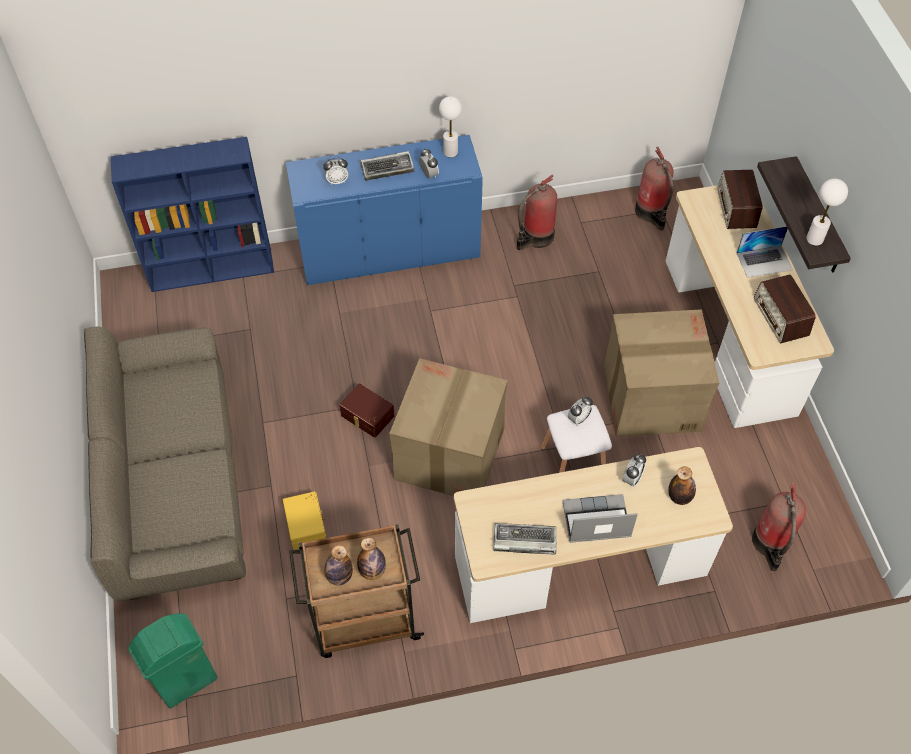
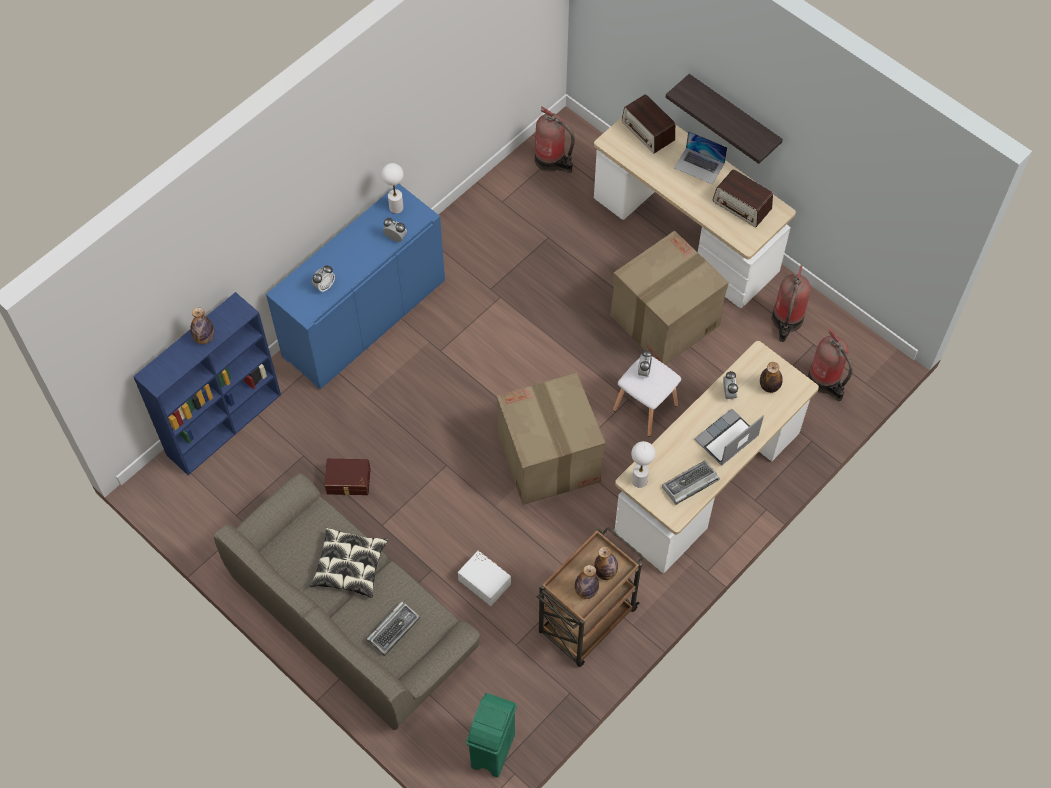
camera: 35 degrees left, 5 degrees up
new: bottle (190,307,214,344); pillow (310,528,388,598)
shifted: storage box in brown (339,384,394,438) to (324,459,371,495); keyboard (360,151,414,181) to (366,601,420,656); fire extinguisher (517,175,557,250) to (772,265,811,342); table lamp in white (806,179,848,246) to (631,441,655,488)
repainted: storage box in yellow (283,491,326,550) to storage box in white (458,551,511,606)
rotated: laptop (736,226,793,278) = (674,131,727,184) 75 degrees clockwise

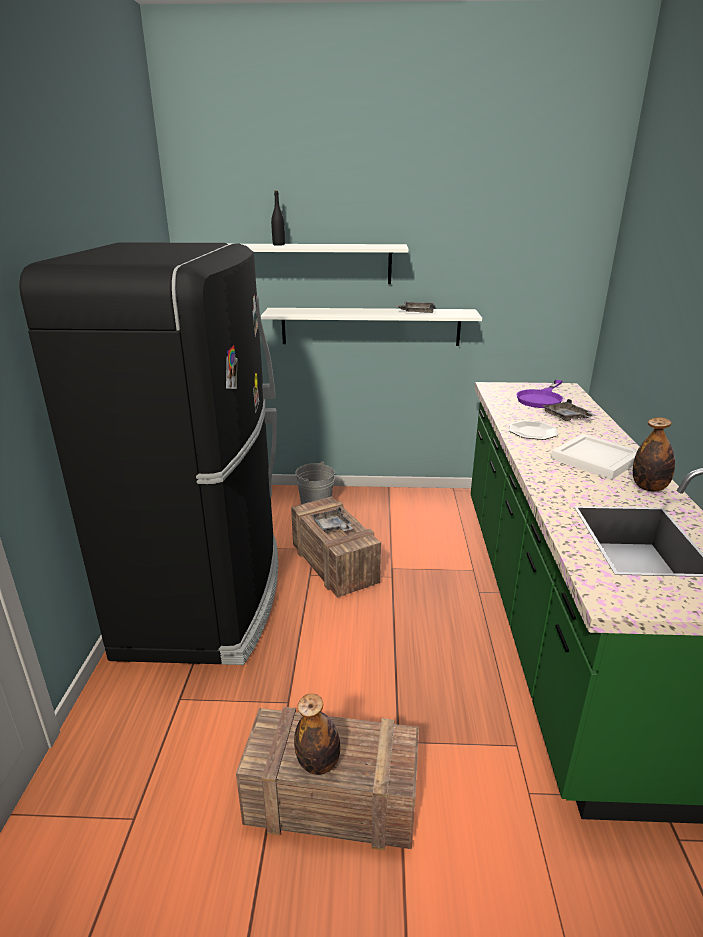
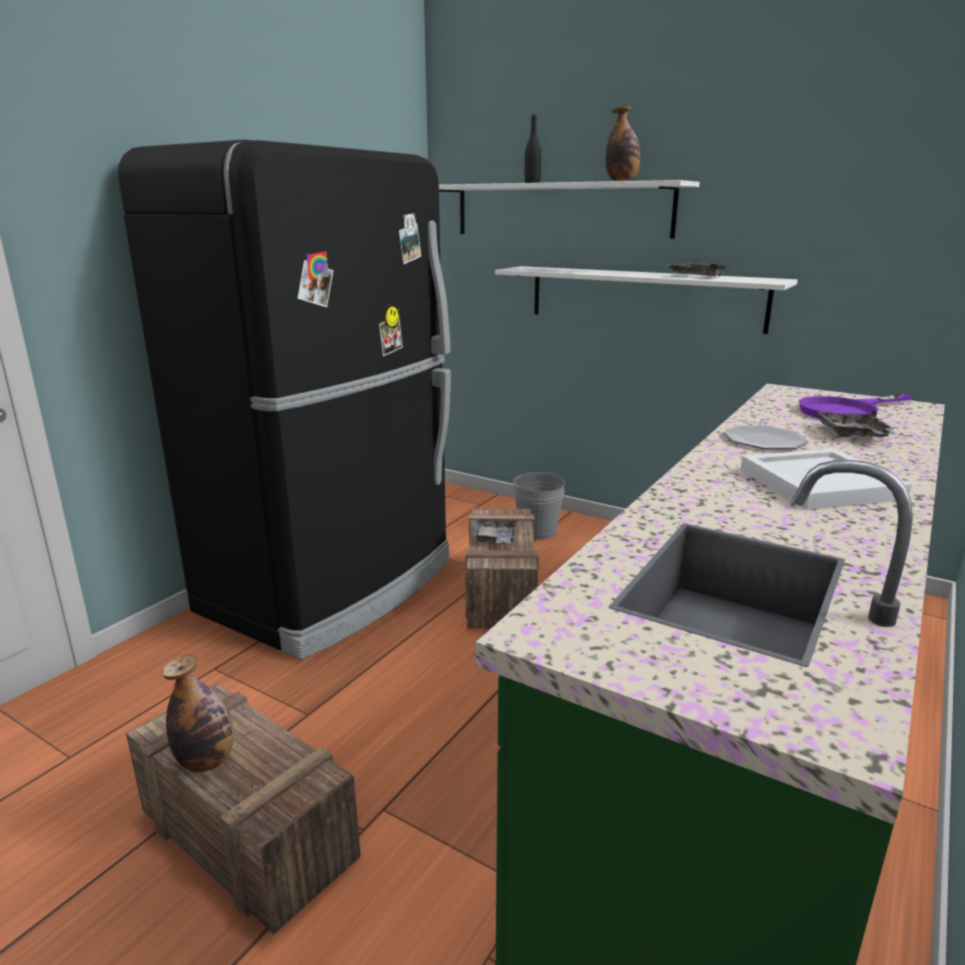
camera: 30 degrees right, 5 degrees down
shifted: bottle (633,417,675,492) to (606,107,640,181)

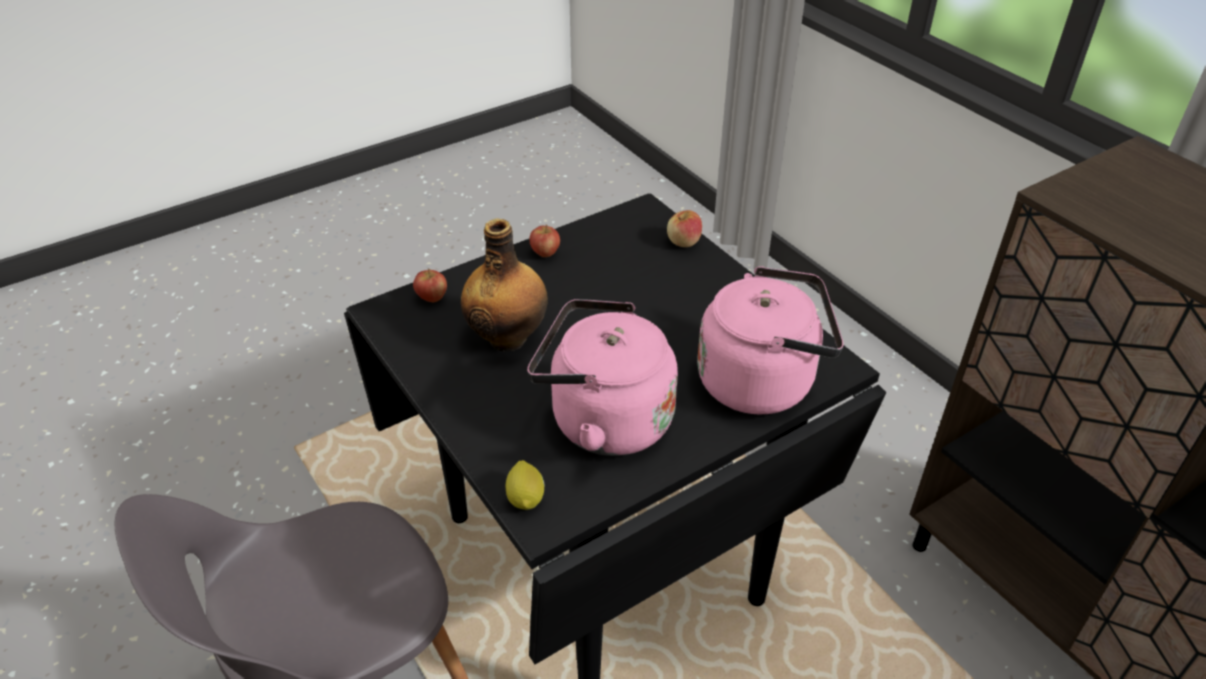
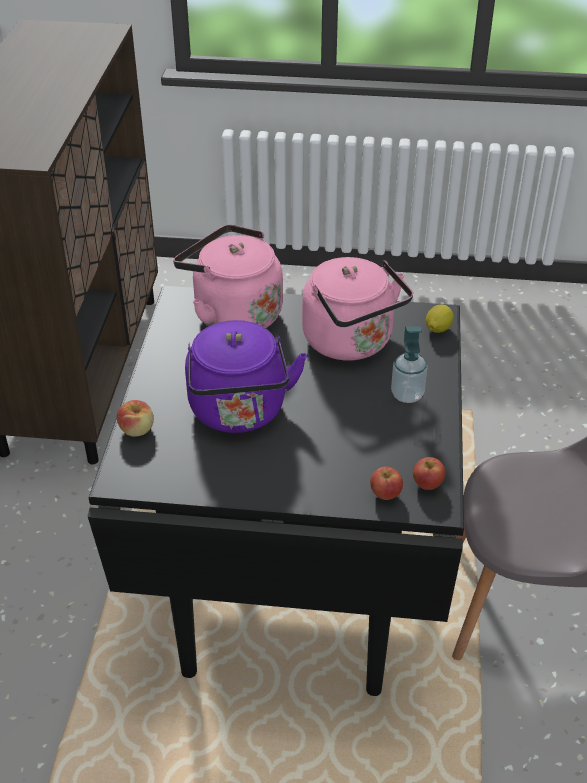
camera: 140 degrees left, 0 degrees up
gone: bottle (461,218,548,352)
new: kettle in purple (185,320,307,433); soap dispenser (391,326,428,403)
shifted: apple (529,225,560,257) to (413,457,445,490)

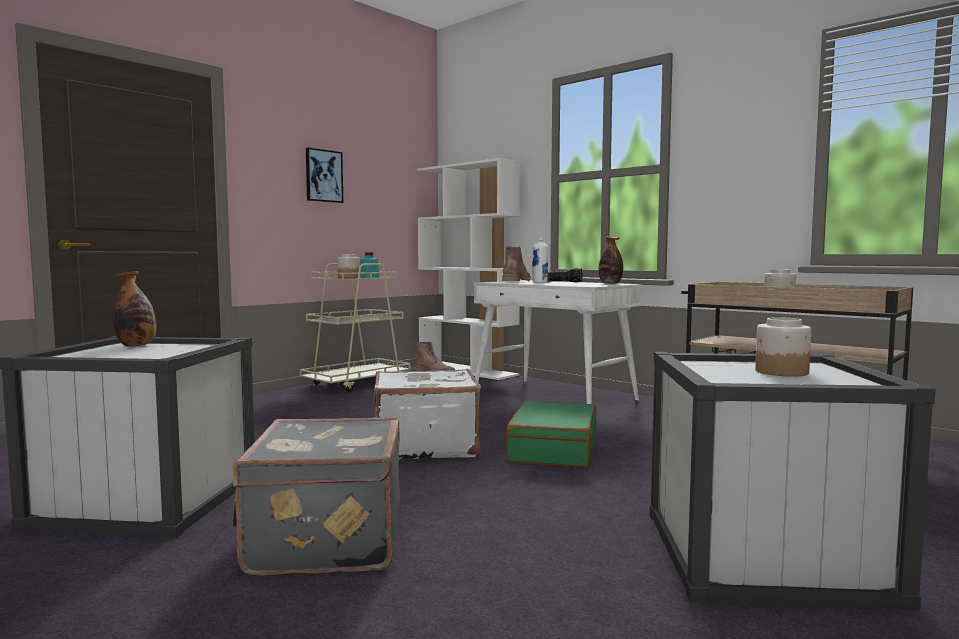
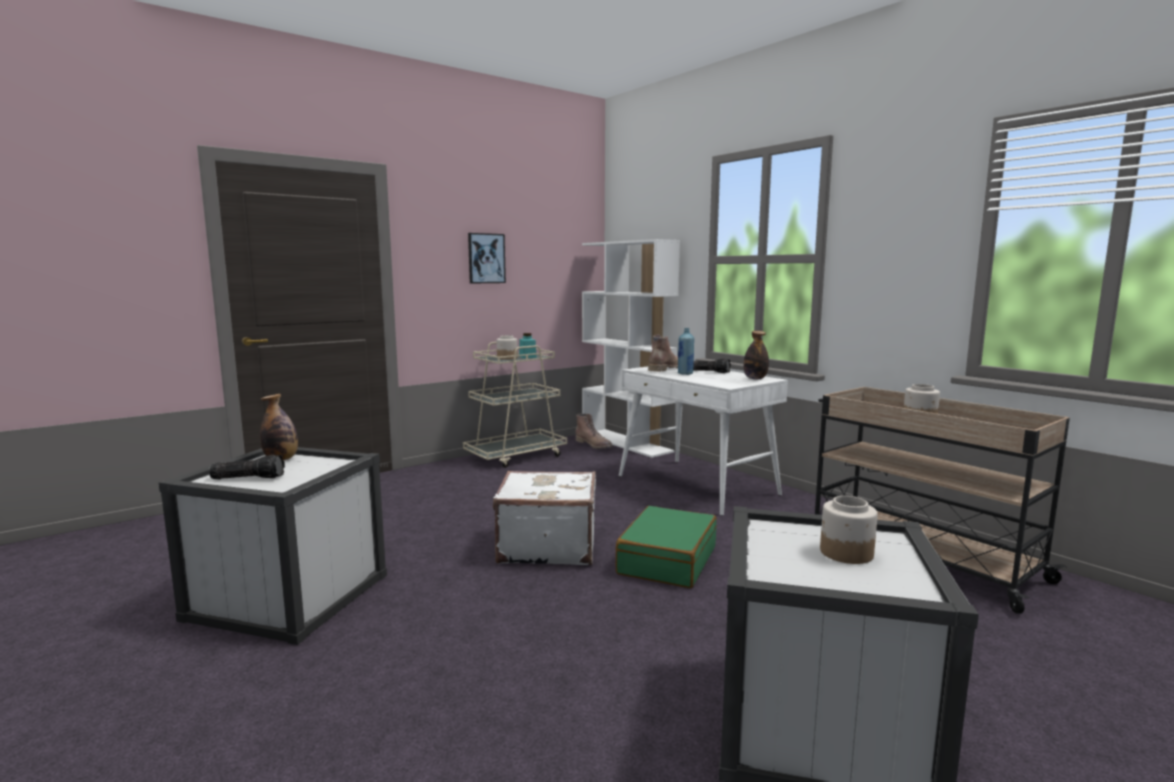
camera: 10 degrees right, 5 degrees up
gone: suitcase in grey (232,417,400,575)
new: flashlight (209,455,285,479)
repainted: bottle in white (532,237,548,283) to bottle in blue (678,328,694,375)

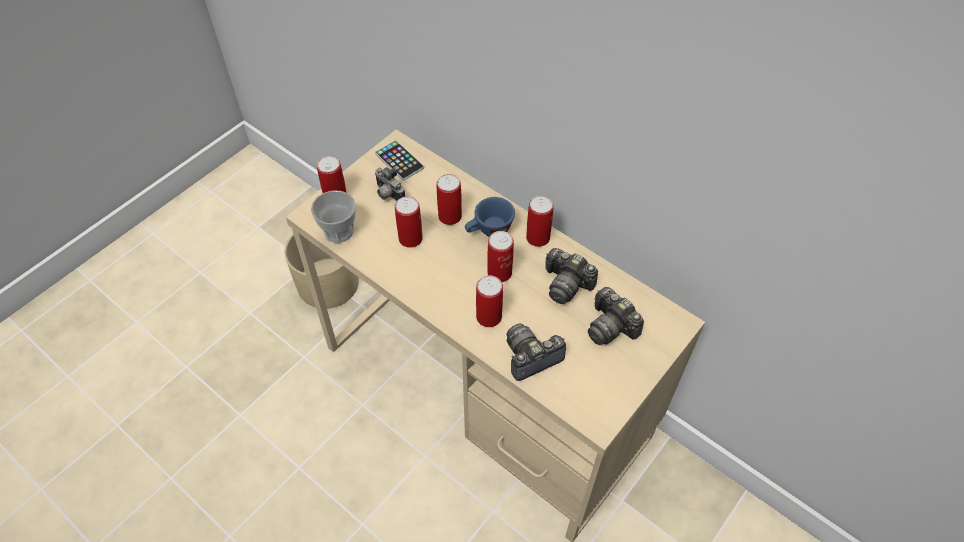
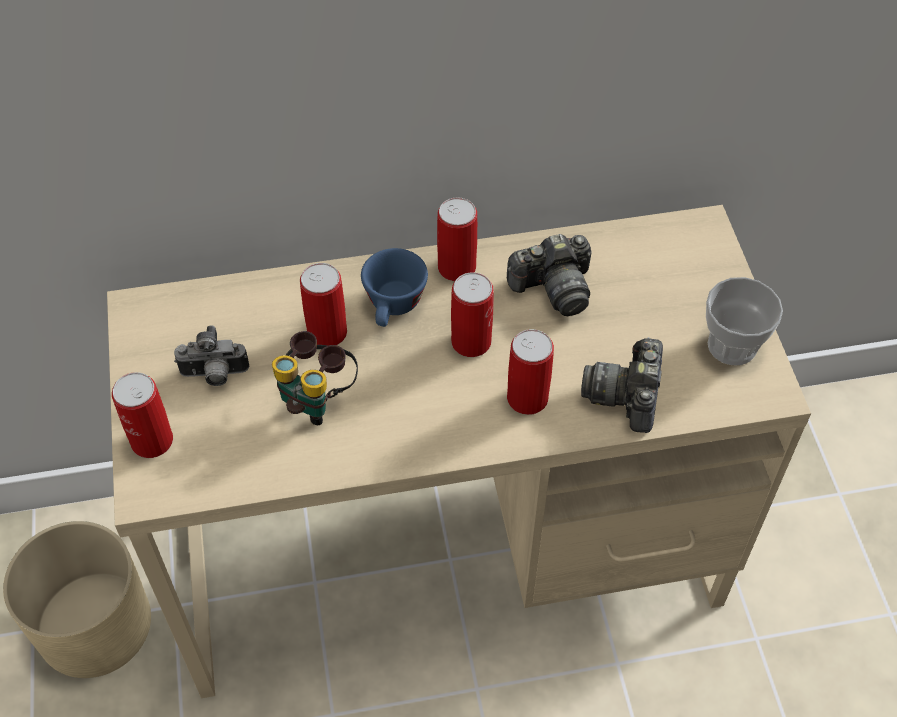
camera: 50 degrees left, 0 degrees up
gone: phone (375,140,424,181); photo camera (588,287,644,345)
shifted: cup (311,190,356,243) to (706,277,783,365)
swapped: can (395,196,423,248) to binoculars (272,331,358,425)

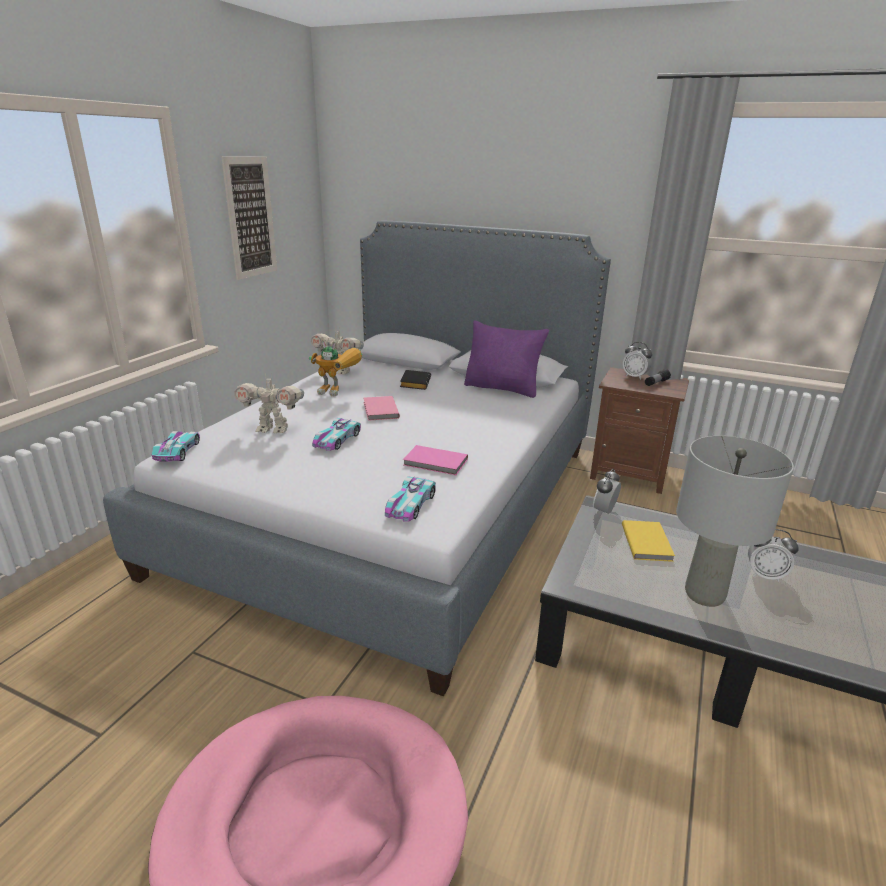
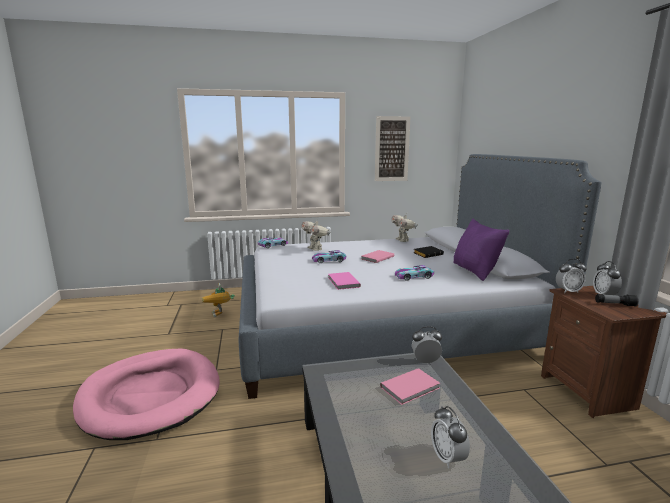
camera: 55 degrees right, 10 degrees down
gone: table lamp in grey (676,436,794,607)
new: alarm clock (556,259,586,293)
shifted: toy robot (309,340,362,396) to (202,283,235,318); toy car (385,476,436,522) to (395,265,434,281)
repainted: book in yellow (622,520,675,562) to book in pink (380,368,440,405)

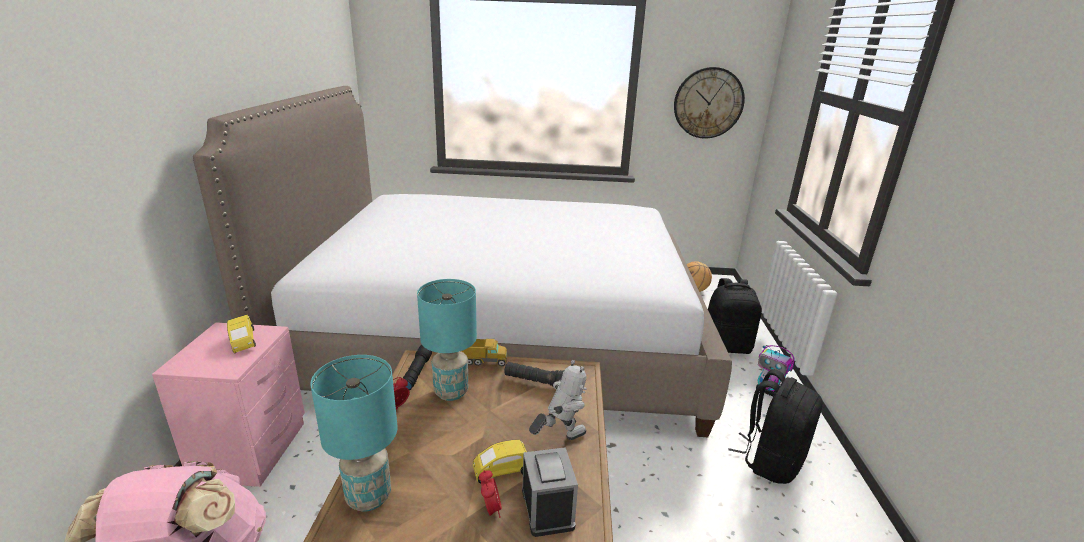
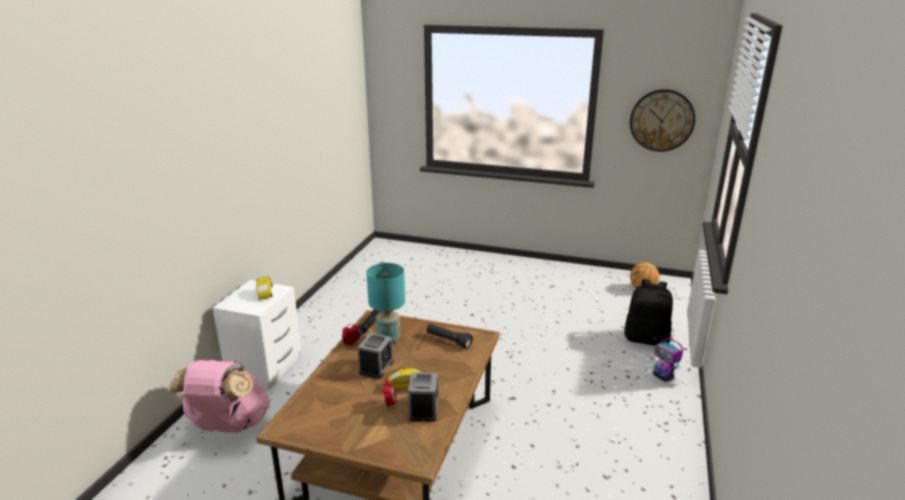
camera: 15 degrees right, 0 degrees up
gone: bed (193,86,732,437); table lamp in turquoise (310,355,398,512); toy truck (461,339,508,366); toy robot (529,360,587,440); backpack in black (729,369,823,484)
new: alarm clock (358,333,394,379)
repainted: nightstand in pink (152,322,305,487) to nightstand in white (213,280,301,390)

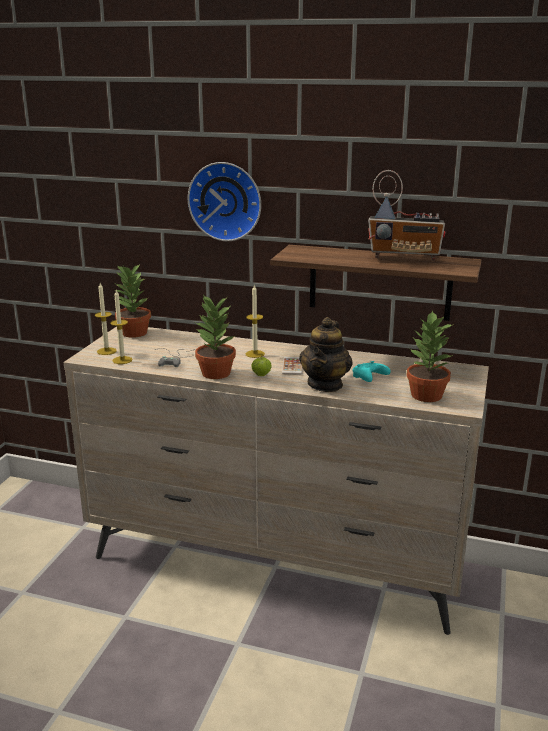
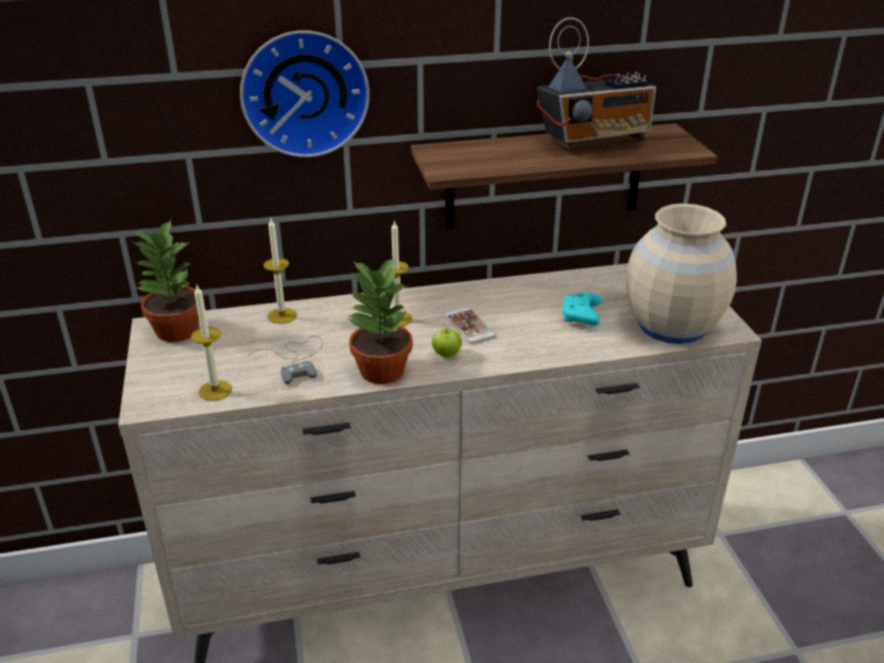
camera: 30 degrees left, 10 degrees up
gone: teapot (299,317,352,392)
shifted: candle (95,283,117,355) to (263,219,297,324)
swapped: potted plant (406,311,454,402) to vase in beige (626,203,737,344)

